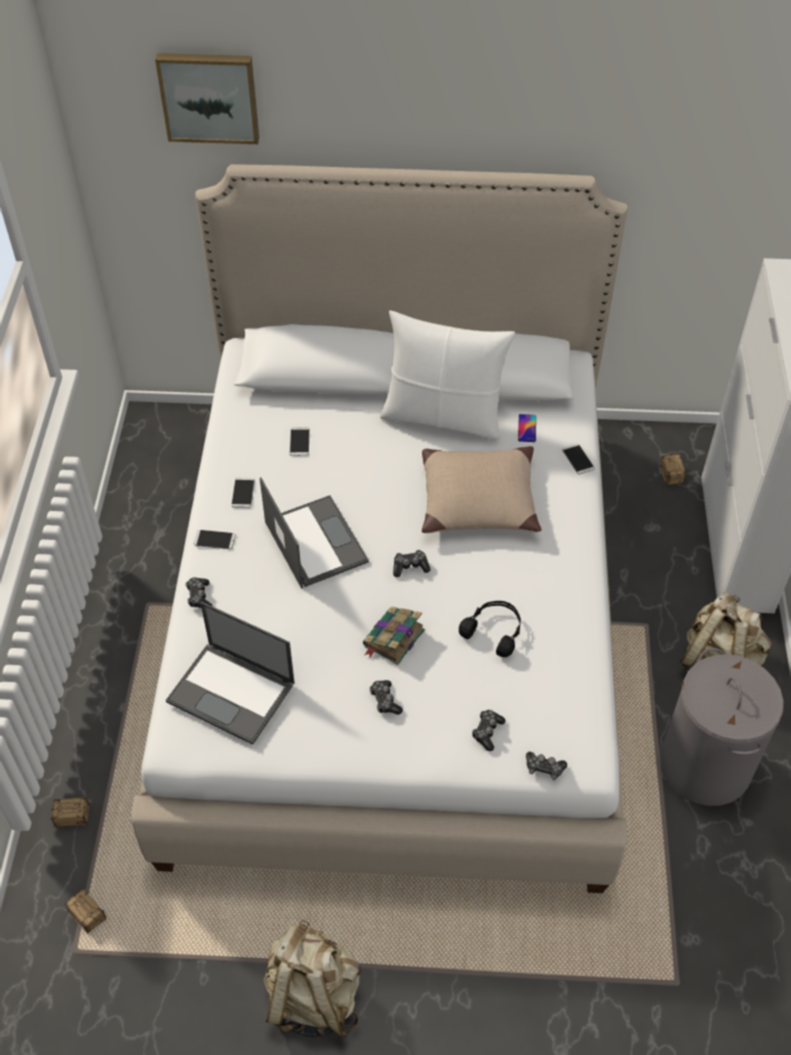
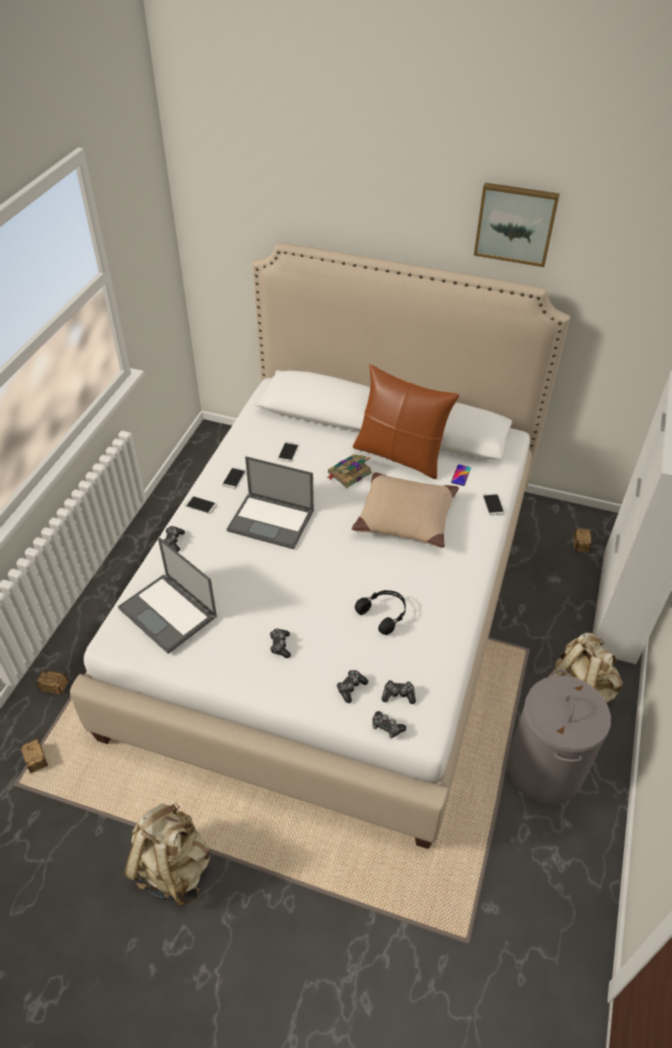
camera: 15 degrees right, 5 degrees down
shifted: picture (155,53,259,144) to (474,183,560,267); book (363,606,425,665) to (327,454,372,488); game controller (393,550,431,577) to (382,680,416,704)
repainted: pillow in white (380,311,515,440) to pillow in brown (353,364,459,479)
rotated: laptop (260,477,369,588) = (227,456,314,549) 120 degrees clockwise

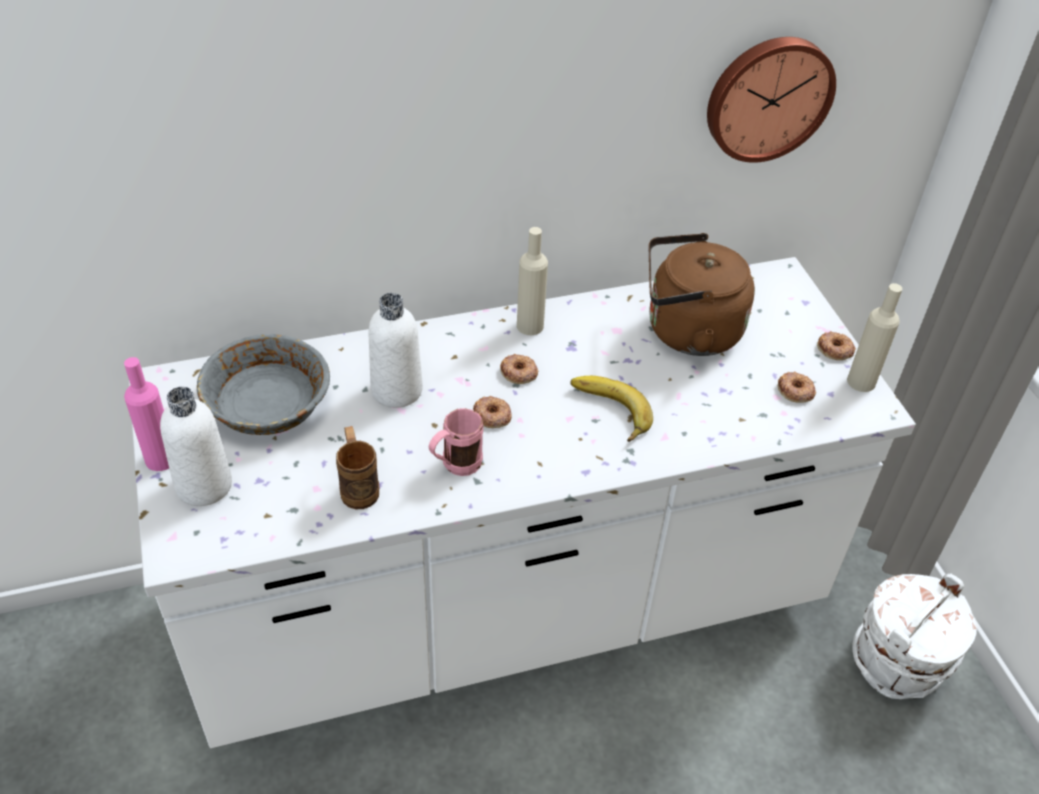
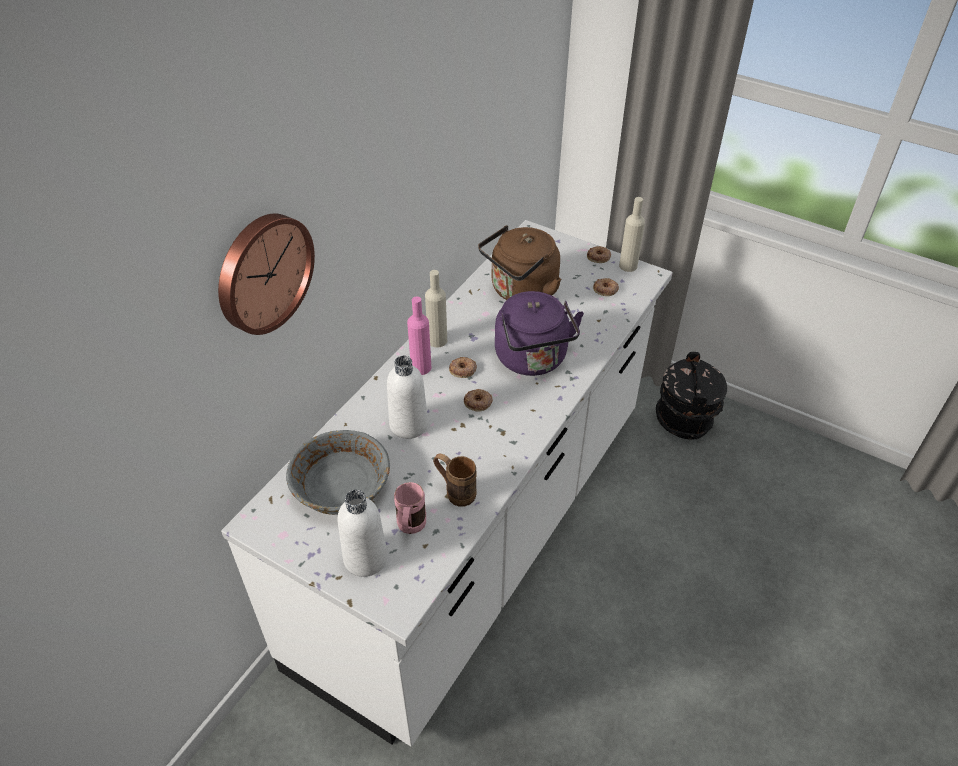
camera: 40 degrees left, 0 degrees up
shifted: bottle in pink (124,357,169,471) to (407,297,432,375); mug in pink (429,408,483,476) to (394,482,426,534); wall clock (707,37,836,163) to (218,214,315,335)
swapped: banana (570,376,653,442) to kettle in purple (495,291,584,376)
repainted: bucket in white (852,573,976,699) to bucket in black (656,352,727,440)

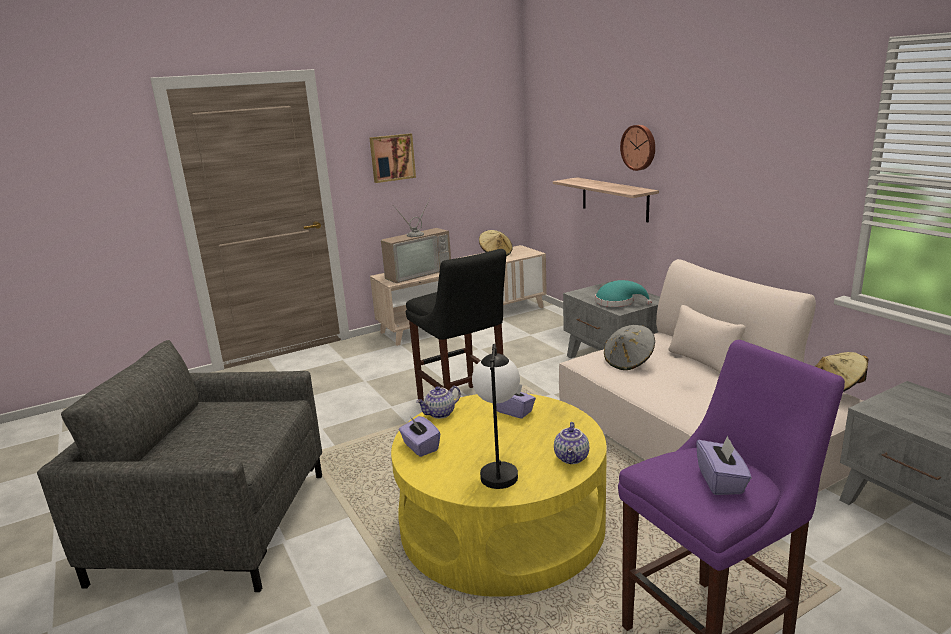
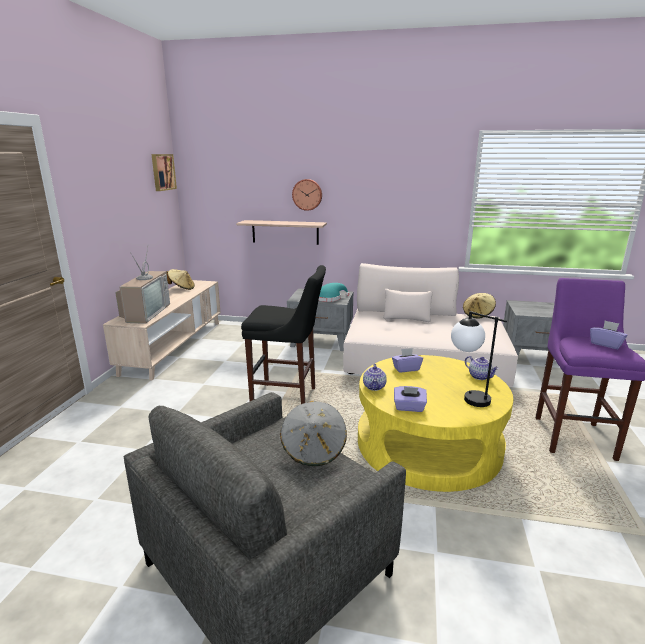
camera: 50 degrees left, 0 degrees up
shifted: picture (370,133,416,183) to (151,154,177,191); hat in grey (604,325,655,370) to (280,401,347,466)

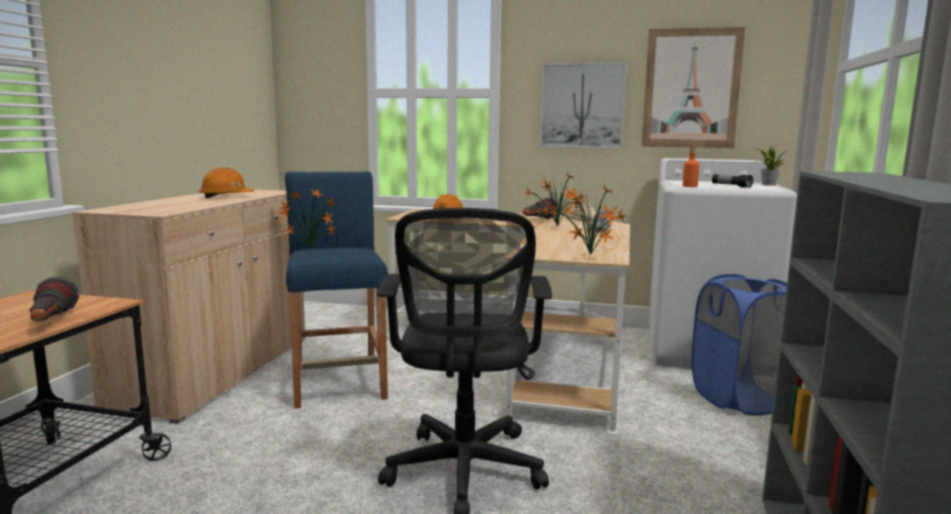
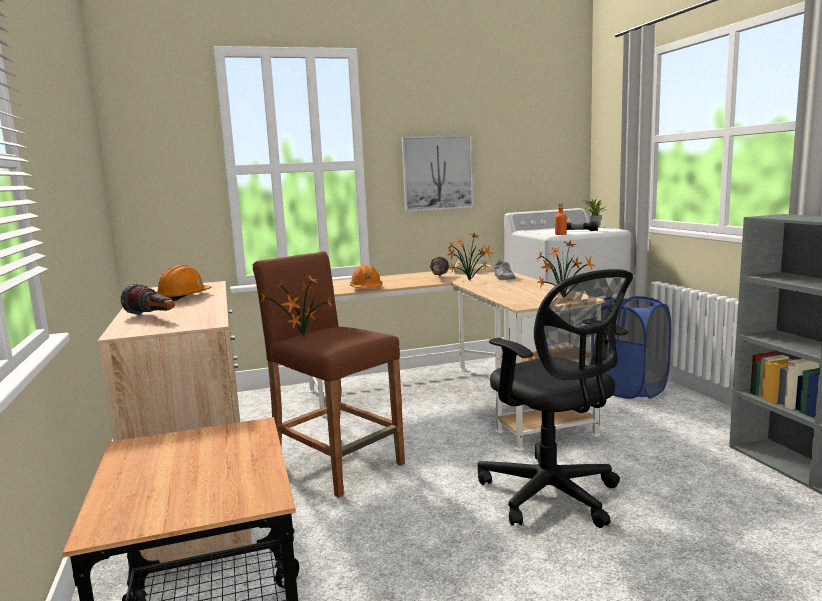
camera: 30 degrees left, 0 degrees up
gone: picture (642,27,745,148)
shifted: flashlight (29,276,79,321) to (121,283,175,315)
repainted: stool in blue (285,171,388,409) to stool in brown (253,251,405,498)

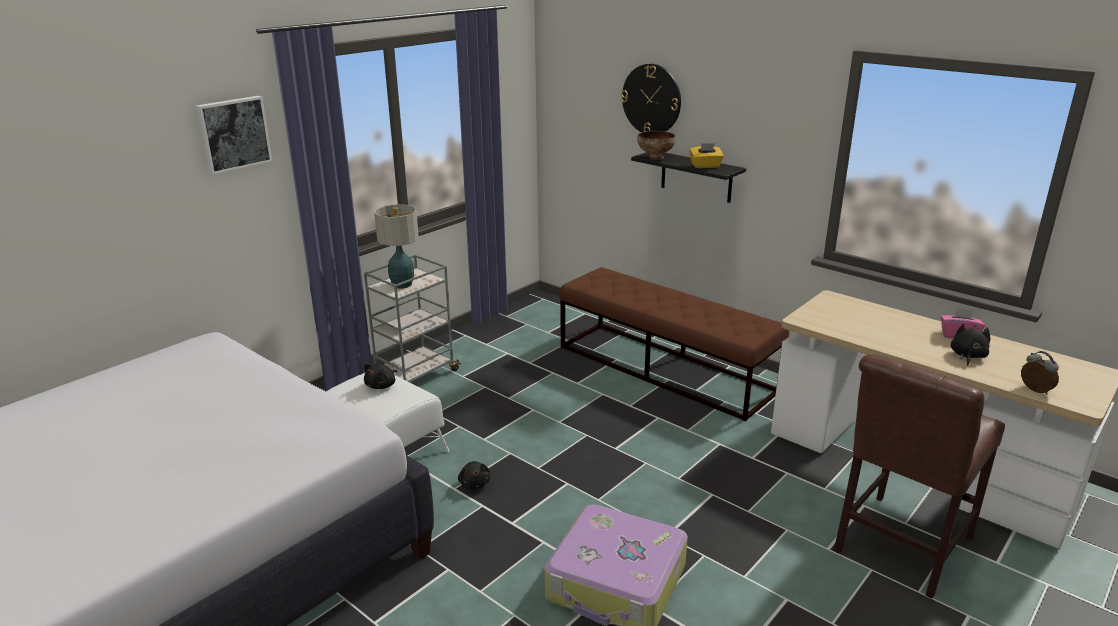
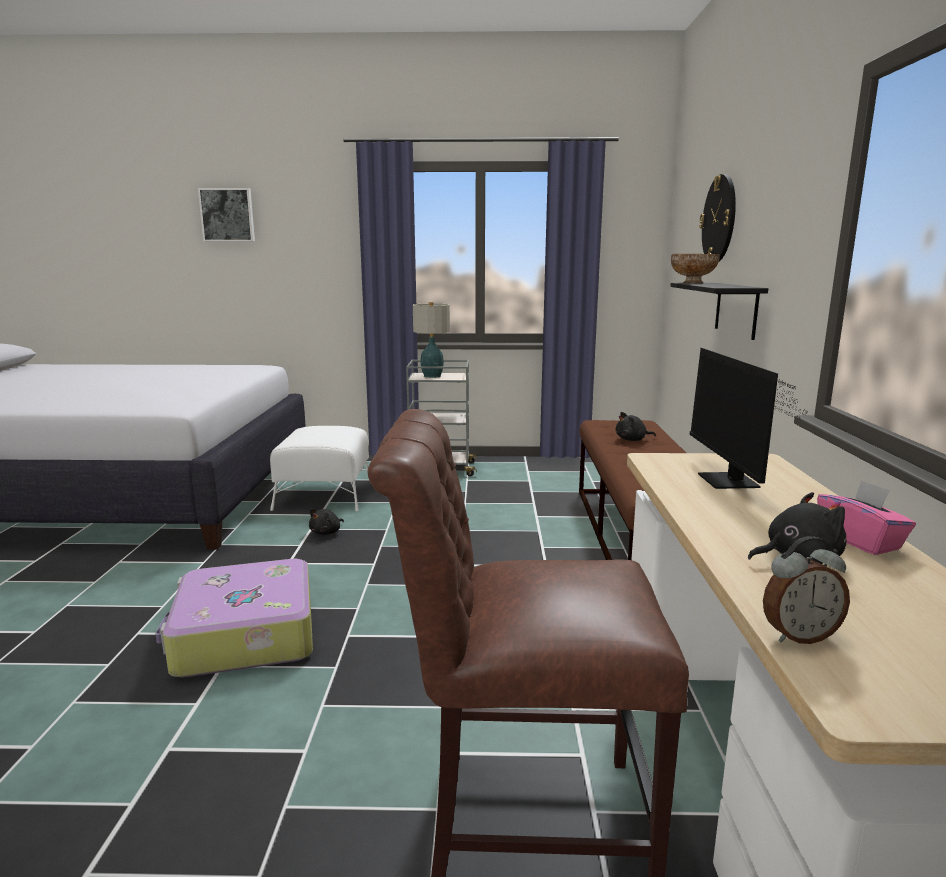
camera: 50 degrees right, 10 degrees down
gone: tissue box in yellow (689,143,724,168)
new: monitor (689,348,808,489)
shifted: picture (196,96,272,175) to (198,188,255,242); plush toy in black (364,363,397,389) to (616,412,656,441)
rotated: alarm clock (1021,351,1059,395) = (763,536,850,644) 60 degrees clockwise

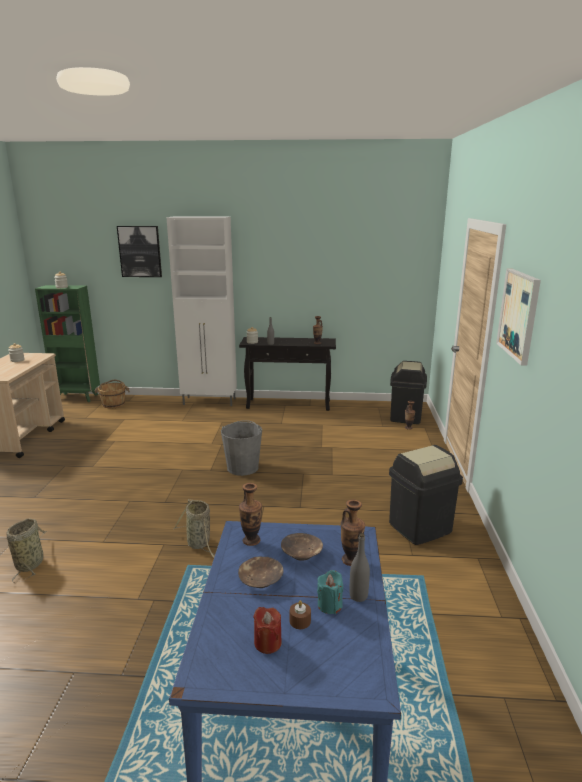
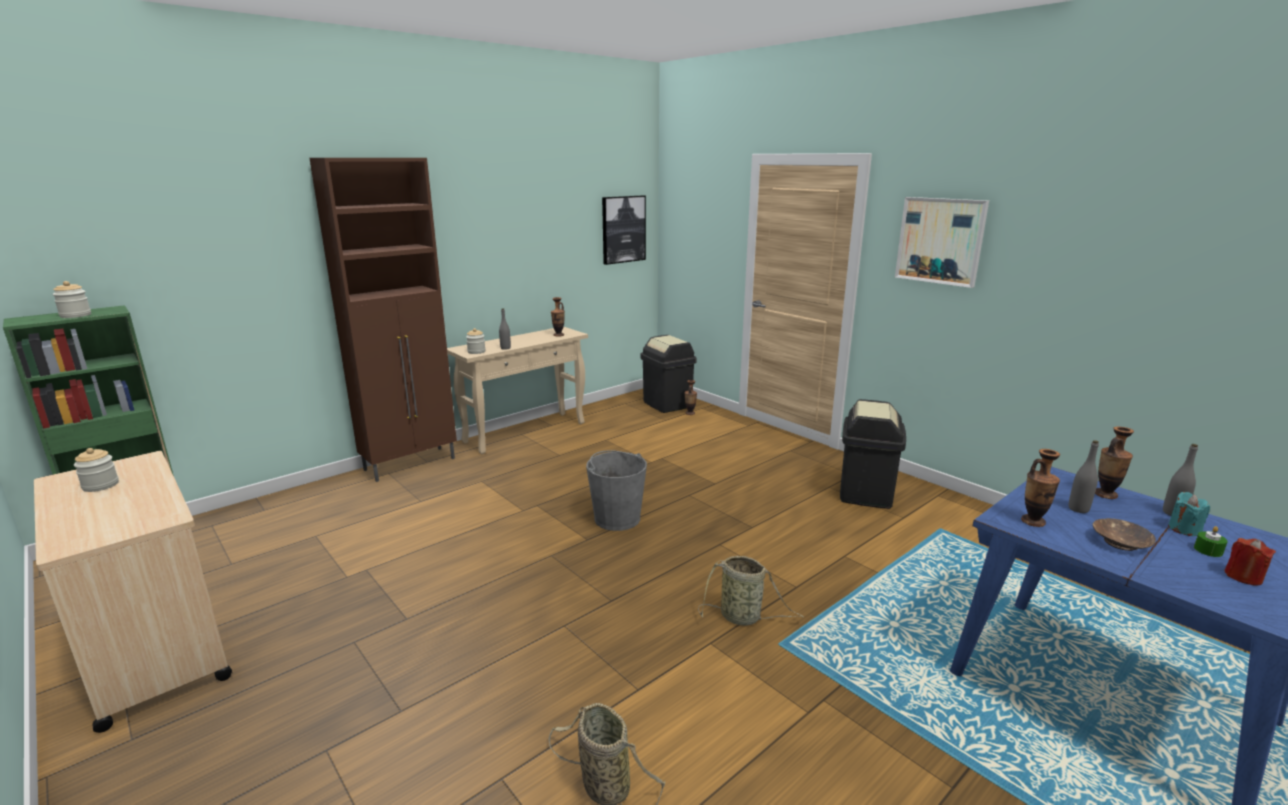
camera: 45 degrees left, 0 degrees up
gone: bucket in brown (95,380,130,409)
shifted: picture (117,226,162,277) to (602,195,646,265)
swapped: bowl in brown (281,533,323,561) to bottle in grey (1069,440,1099,513)
repainted: cabinet in white (166,216,237,406) to cabinet in brown (309,158,457,482); console table in black (239,337,336,411) to console table in beige (447,327,588,454); candle in brown (290,600,311,629) to candle in green (1194,526,1228,557)

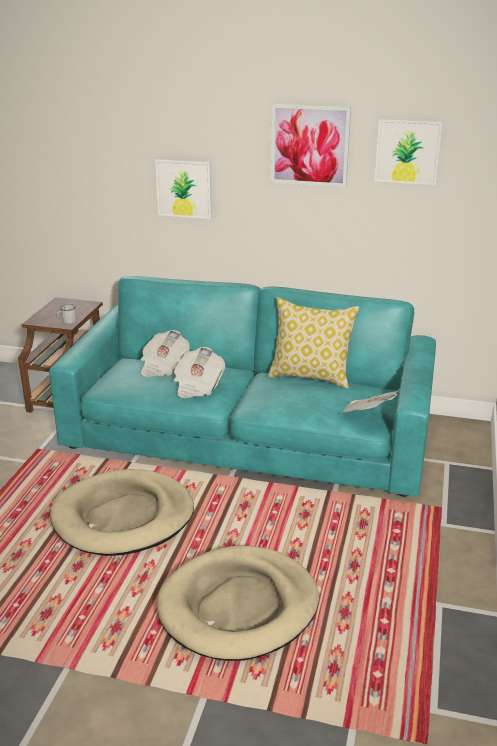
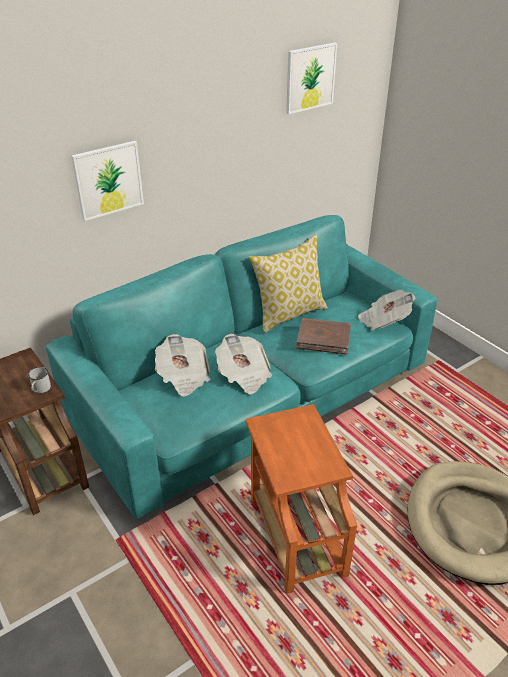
camera: 50 degrees left, 10 degrees up
gone: picture (271,104,351,187)
new: book in brown (296,318,351,355)
swapped: dog bed in beige (50,469,194,556) to side table in orange (245,404,357,594)

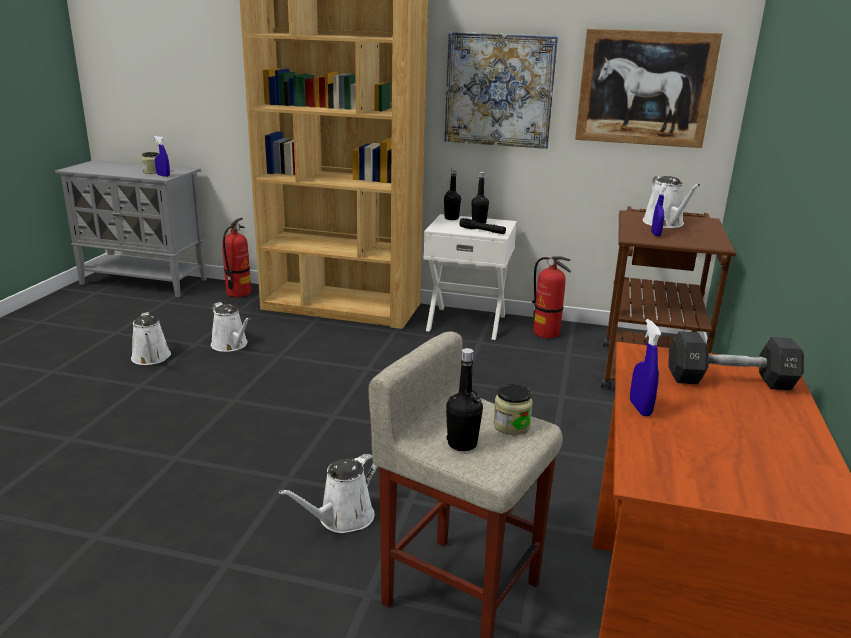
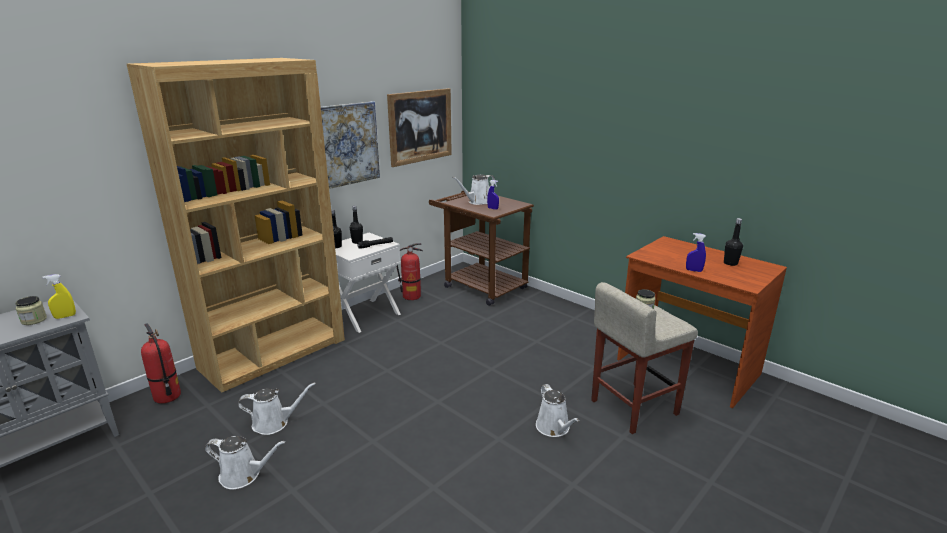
camera: 60 degrees left, 0 degrees up
gone: dumbbell in black (668,331,804,391)
shifted: bottle in black (446,348,483,451) to (724,218,743,266)
repainted: spray bottle in blue (154,136,170,177) to spray bottle in yellow (43,274,76,319)
rotated: watering can in white (643,176,700,228) = (452,174,495,205) 120 degrees clockwise

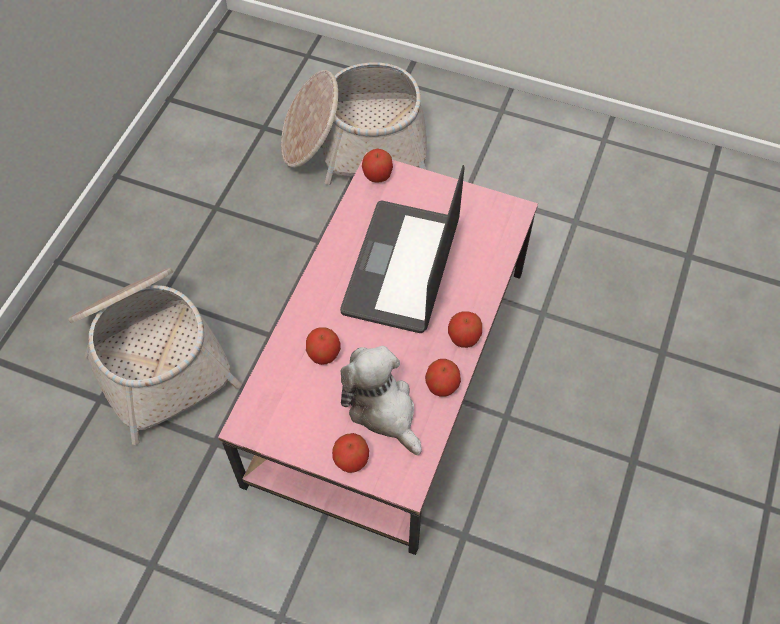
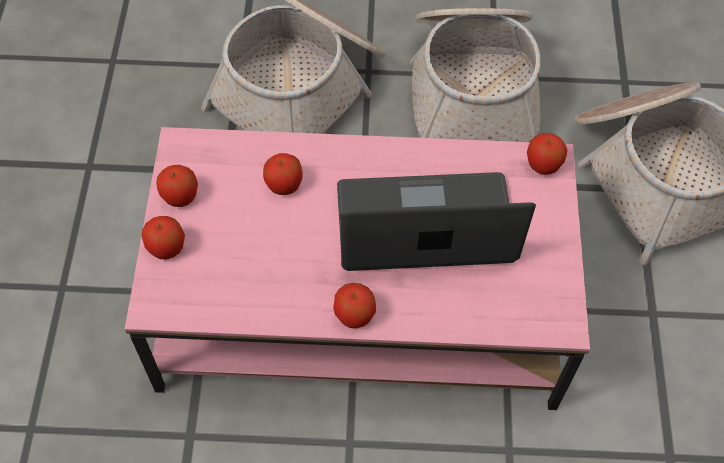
camera: 70 degrees right, 0 degrees up
gone: plush toy (341,346,422,455)
new: basket (410,8,541,142)
shifted: apple (425,359,461,397) to (156,165,198,207)

